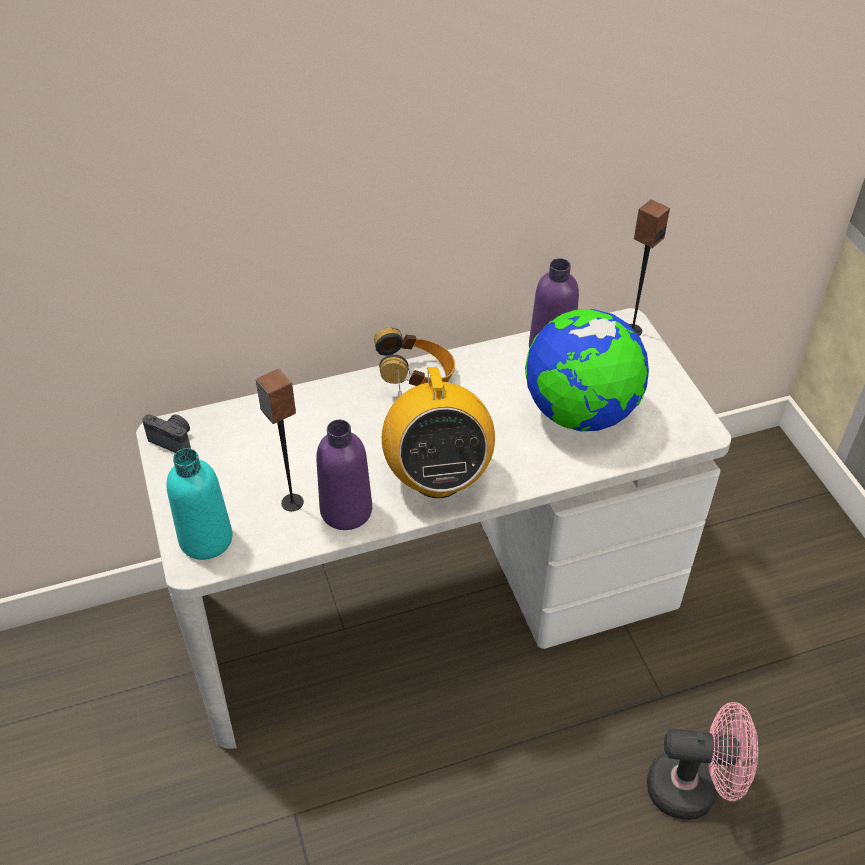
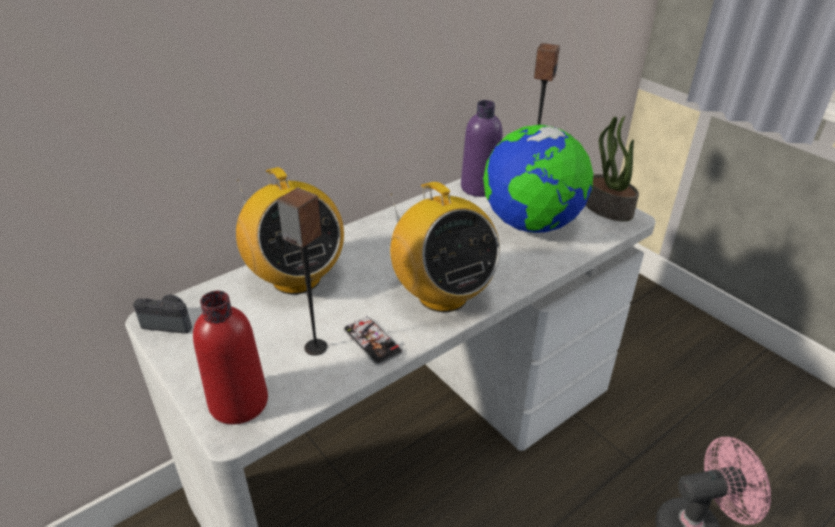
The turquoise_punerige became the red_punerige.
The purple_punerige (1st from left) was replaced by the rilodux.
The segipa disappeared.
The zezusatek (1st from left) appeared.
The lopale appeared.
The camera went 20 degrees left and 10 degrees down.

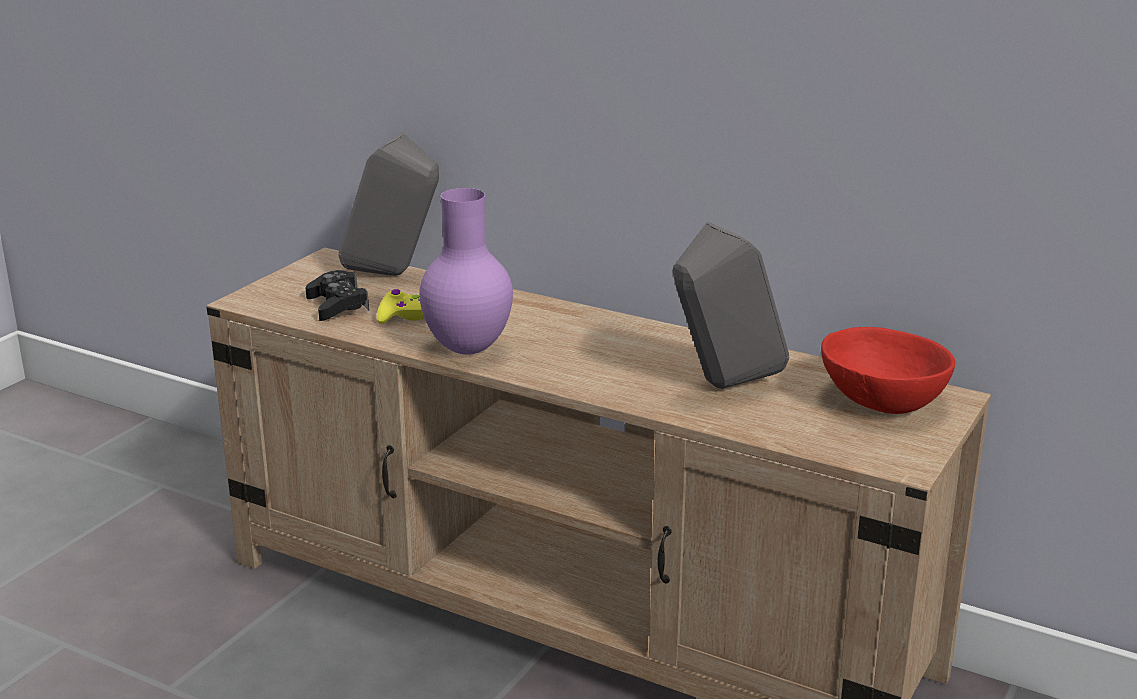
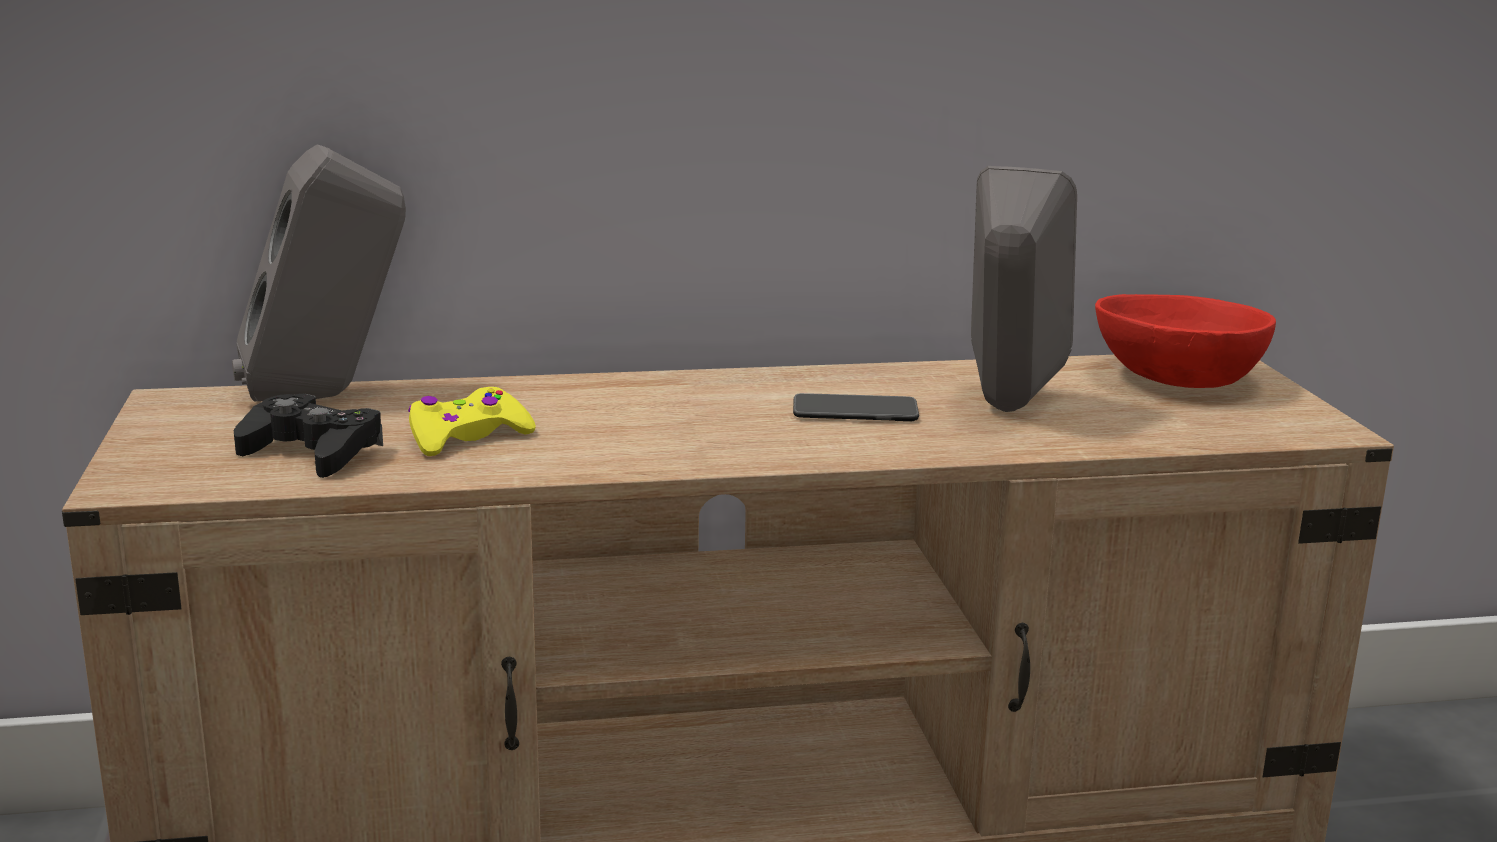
The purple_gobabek disappeared.
The rilodux appeared.
The camera went 40 degrees left and 5 degrees down.

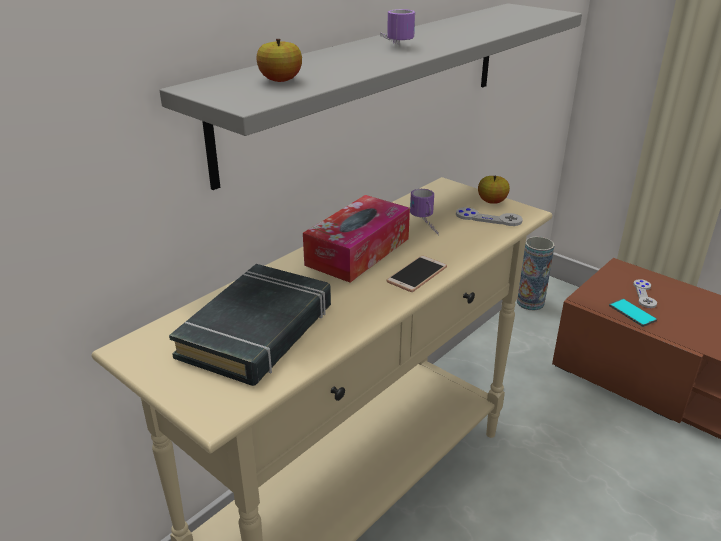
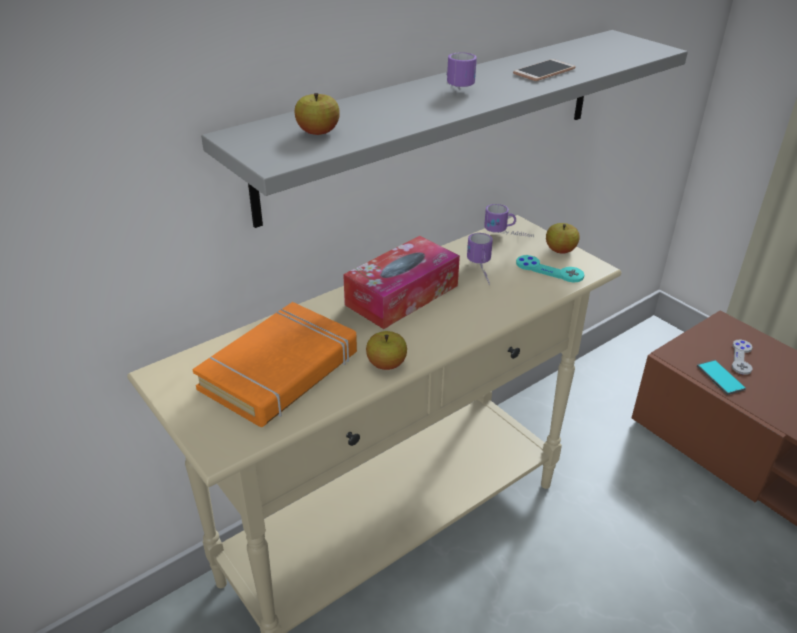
The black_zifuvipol became the orange_zifuvipol.
The rilodux (1st from left) moved.
The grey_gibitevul (1st from left) became the turquoise_gibitevul.
The gobabek disappeared.
The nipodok (2nd from left) appeared.
The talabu (3rd from left) appeared.
The camera went 10 degrees right and 5 degrees up.

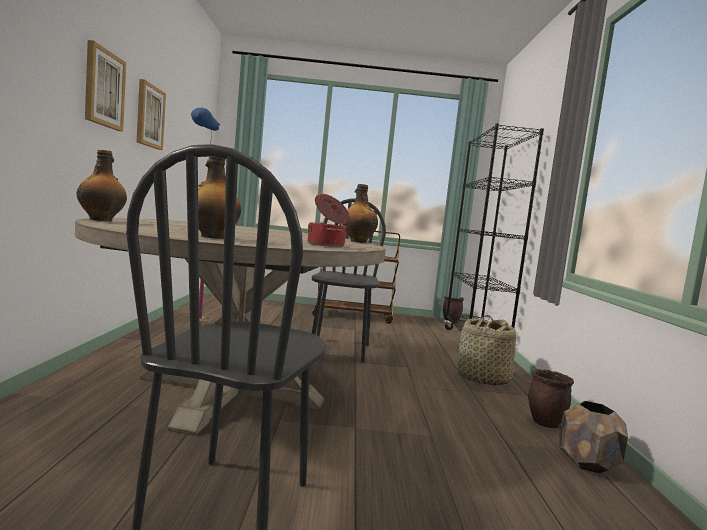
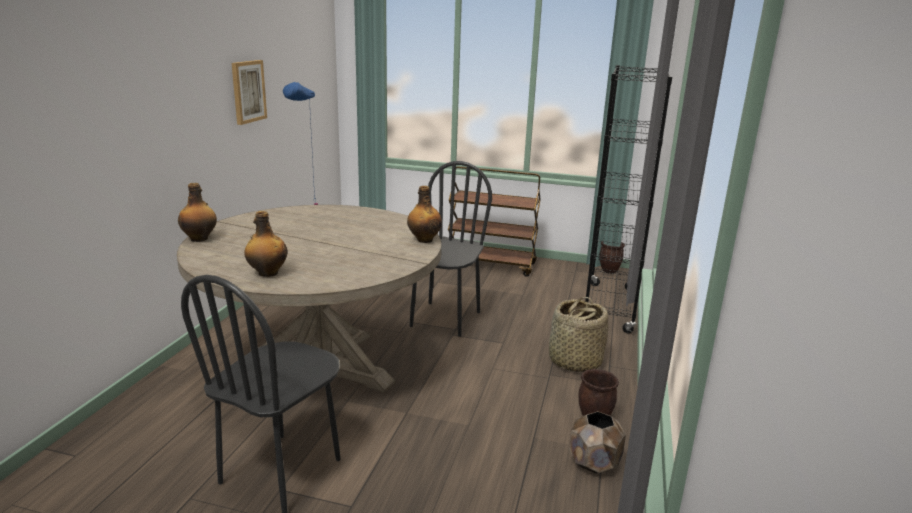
The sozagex (1st from left) disappeared.
The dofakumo disappeared.
The camera went 15 degrees right and 15 degrees up.

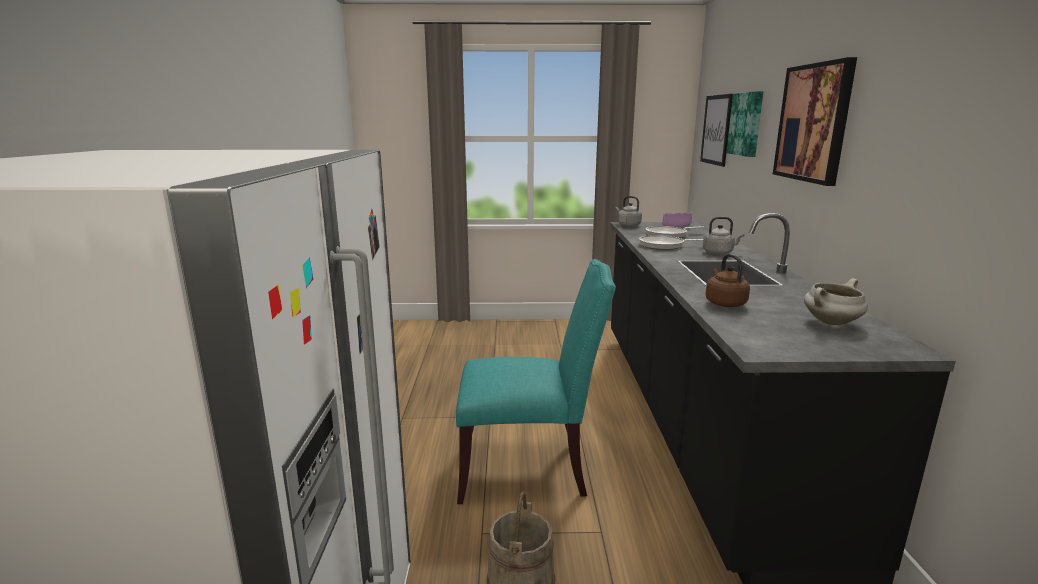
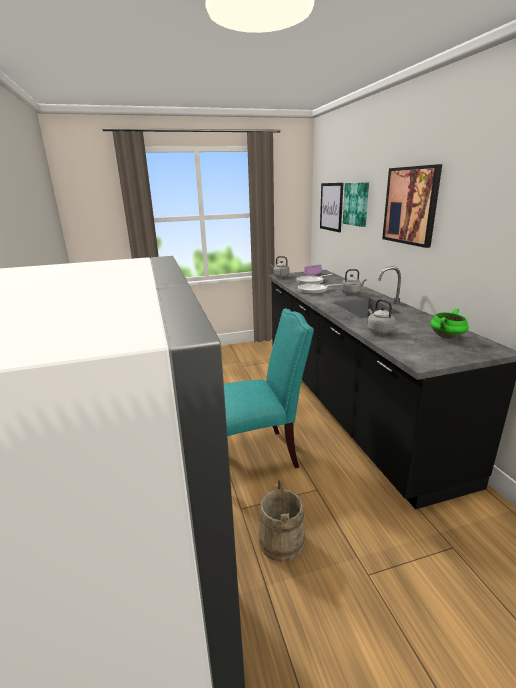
The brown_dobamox became the grey_dobamox (3rd from left).
The white_dofakumo became the green_dofakumo.
The camera went 15 degrees left and 5 degrees up.

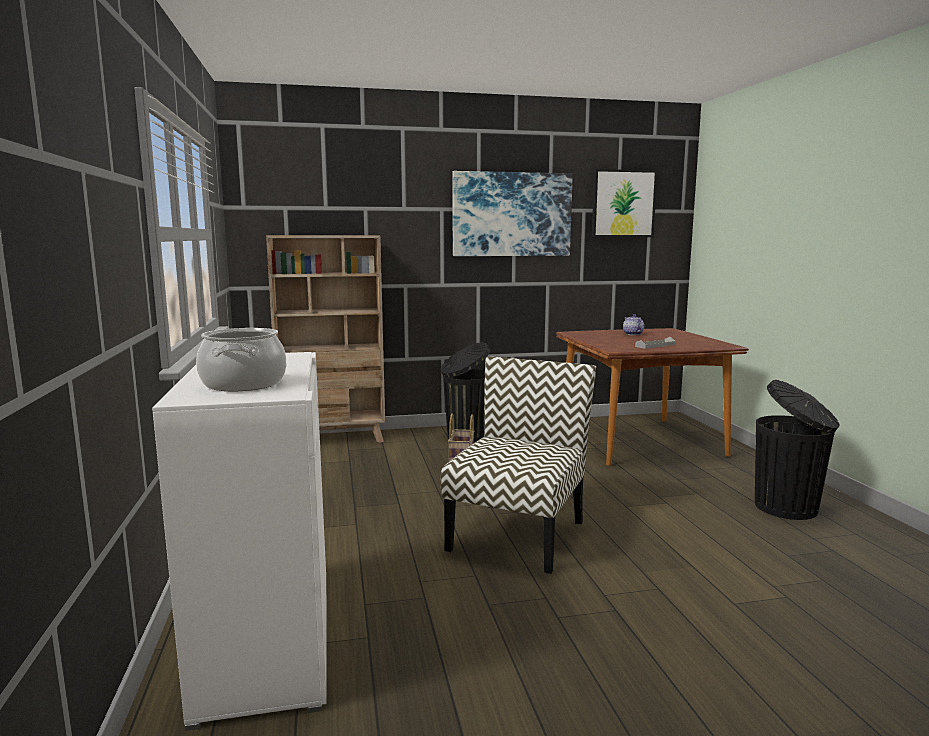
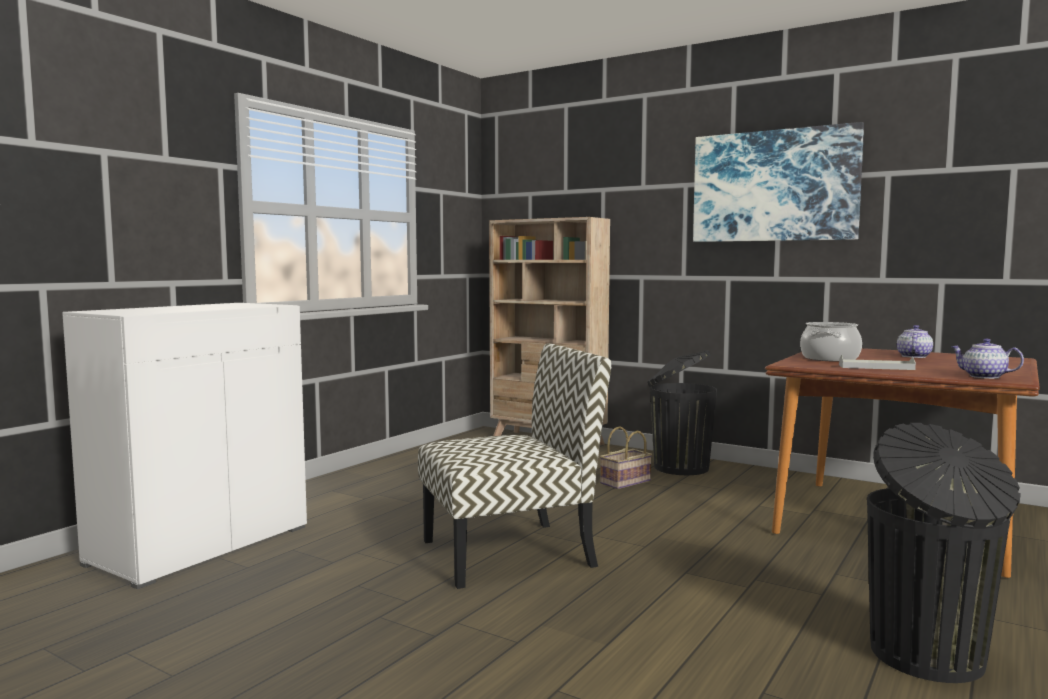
The dofakumo moved.
The sozagex (2nd from left) disappeared.
The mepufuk (2nd from left) appeared.
The camera went 45 degrees right and 5 degrees down.

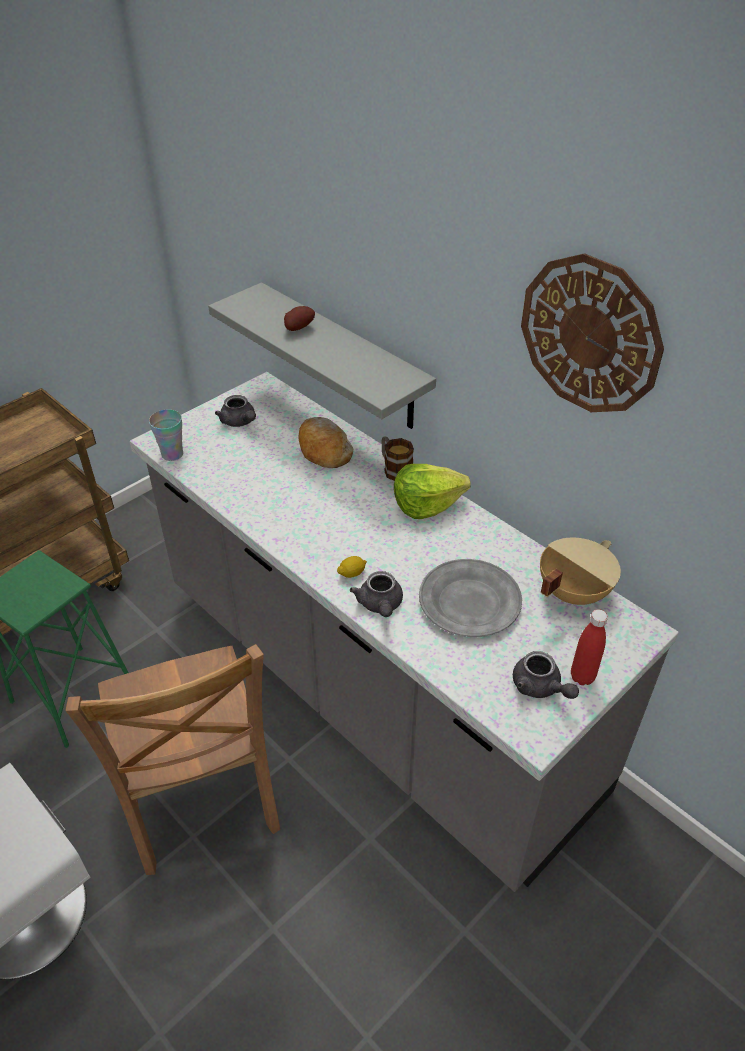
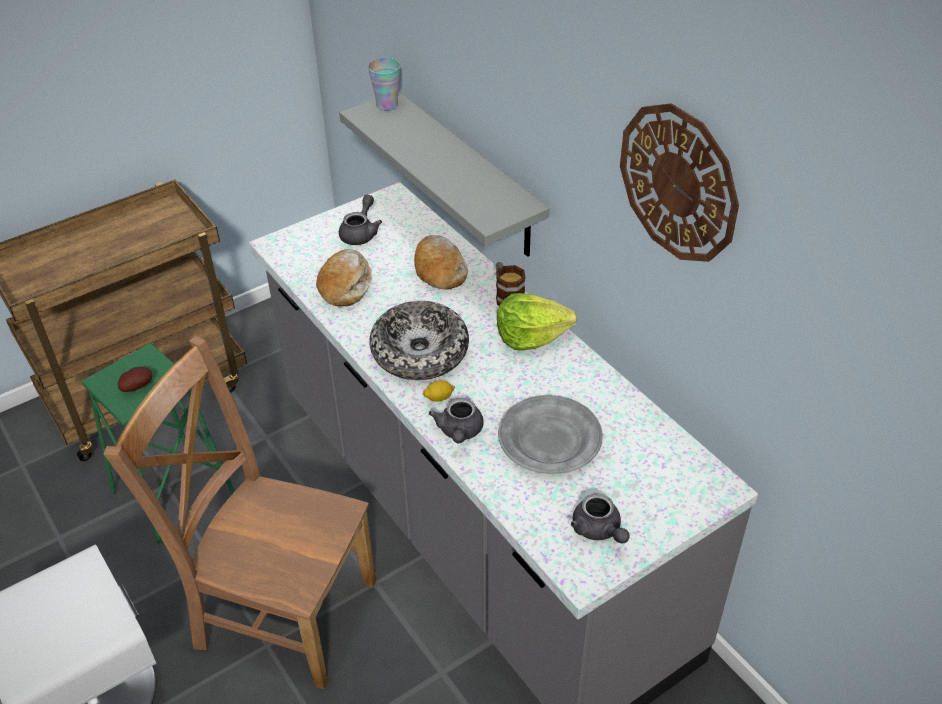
The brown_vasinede turned 120 degrees clockwise.
The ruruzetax moved.
The grey_mepufuk (1st from left) turned 135 degrees counterclockwise.
The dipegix moved.
The beige_dofakumo disappeared.
The red_punerige disappeared.
The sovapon (1st from left) appeared.
The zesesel appeared.
The camera went 10 degrees right and 0 degrees up.

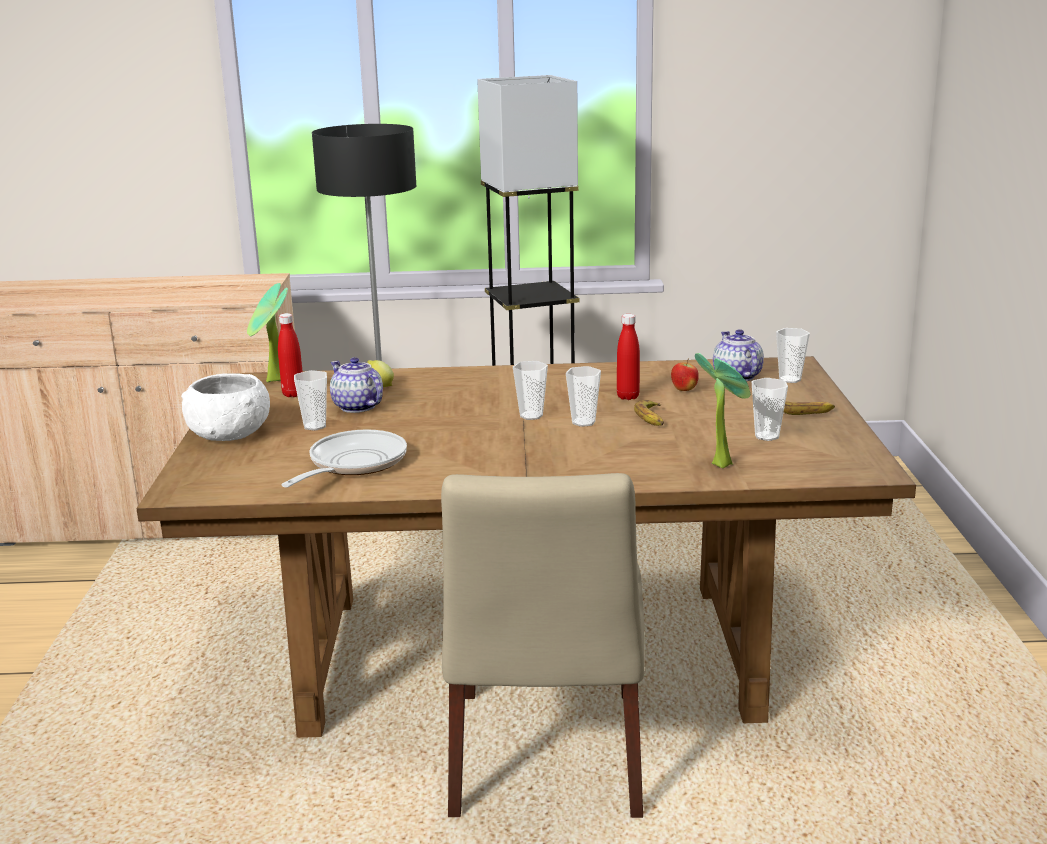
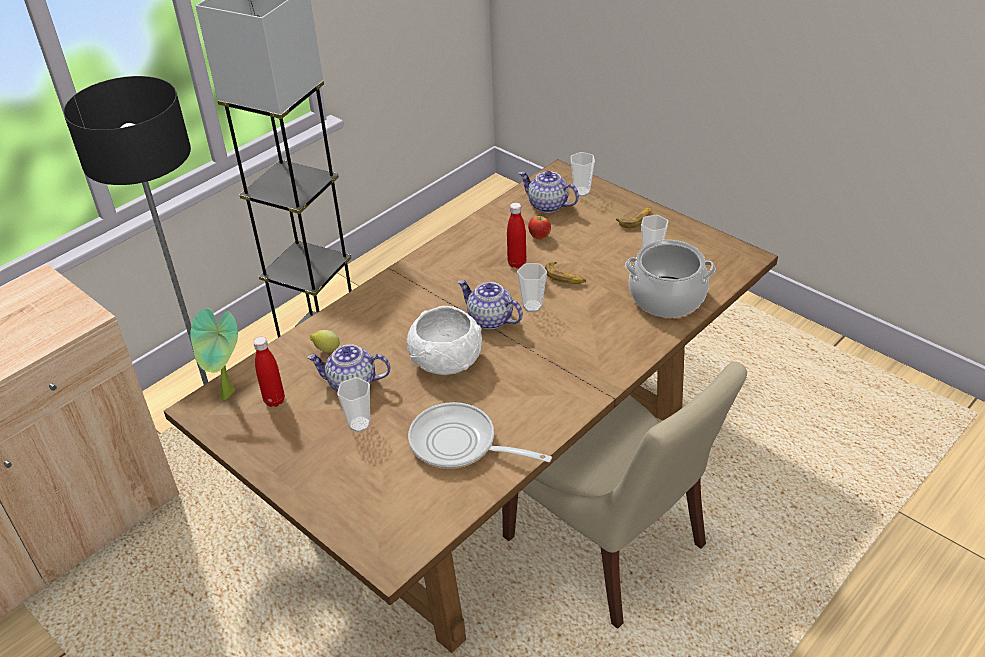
The white_zesesel moved.
The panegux turned 45 degrees counterclockwise.
The ruruzetax (2nd from left) was replaced by the mepufuk (2nd from left).
The lopale (2nd from left) was replaced by the dofakumo.
The camera went 45 degrees left and 20 degrees up.

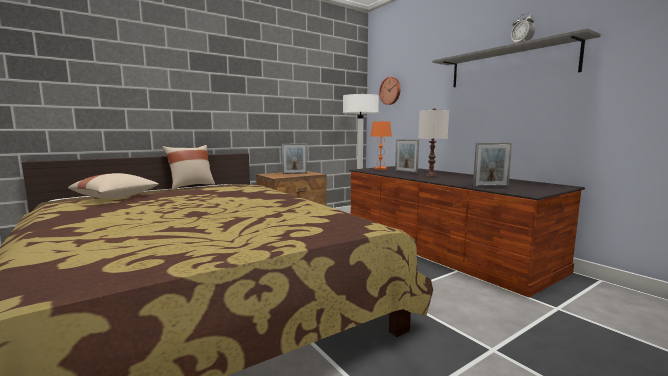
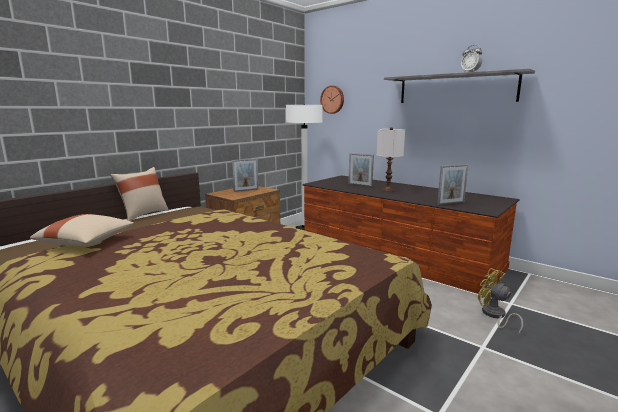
The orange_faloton disappeared.
The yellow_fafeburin appeared.
The camera went 15 degrees left and 5 degrees up.

